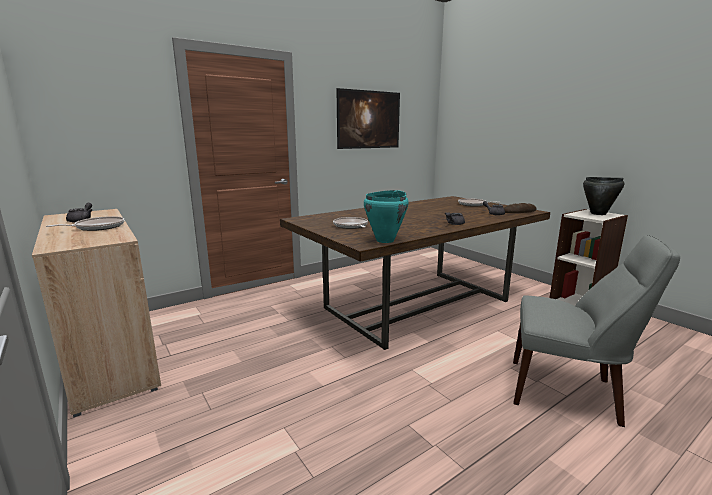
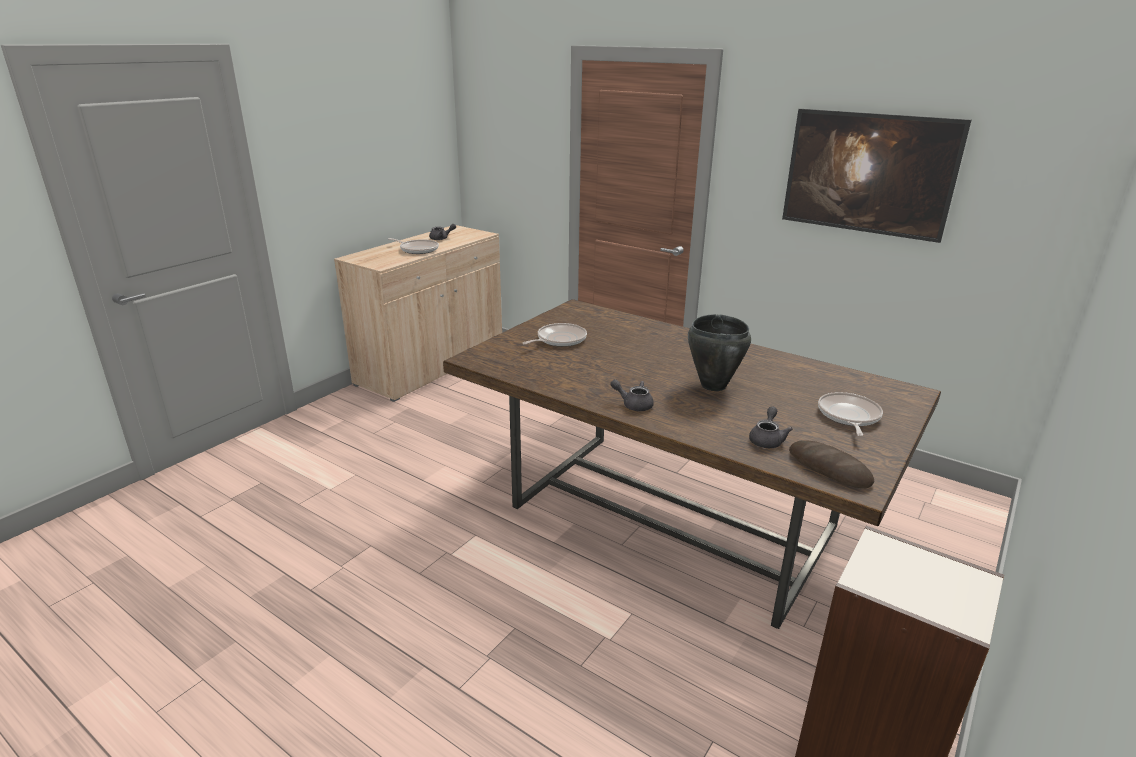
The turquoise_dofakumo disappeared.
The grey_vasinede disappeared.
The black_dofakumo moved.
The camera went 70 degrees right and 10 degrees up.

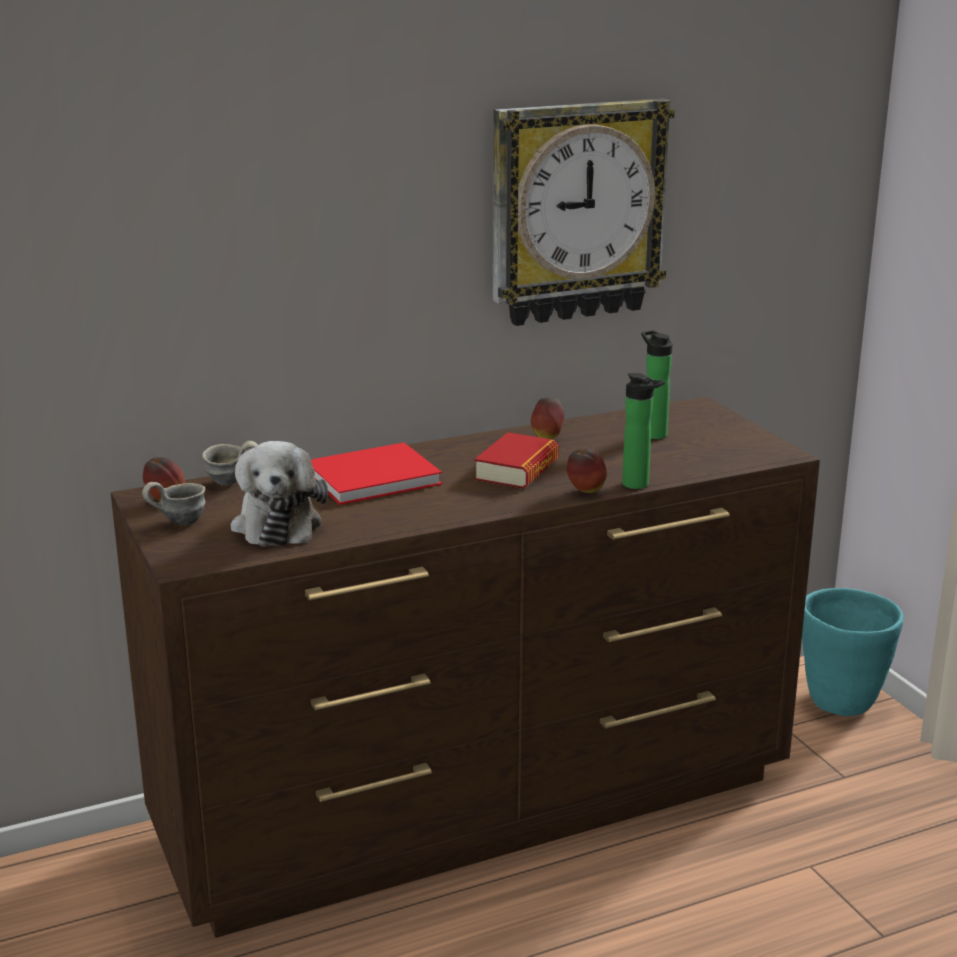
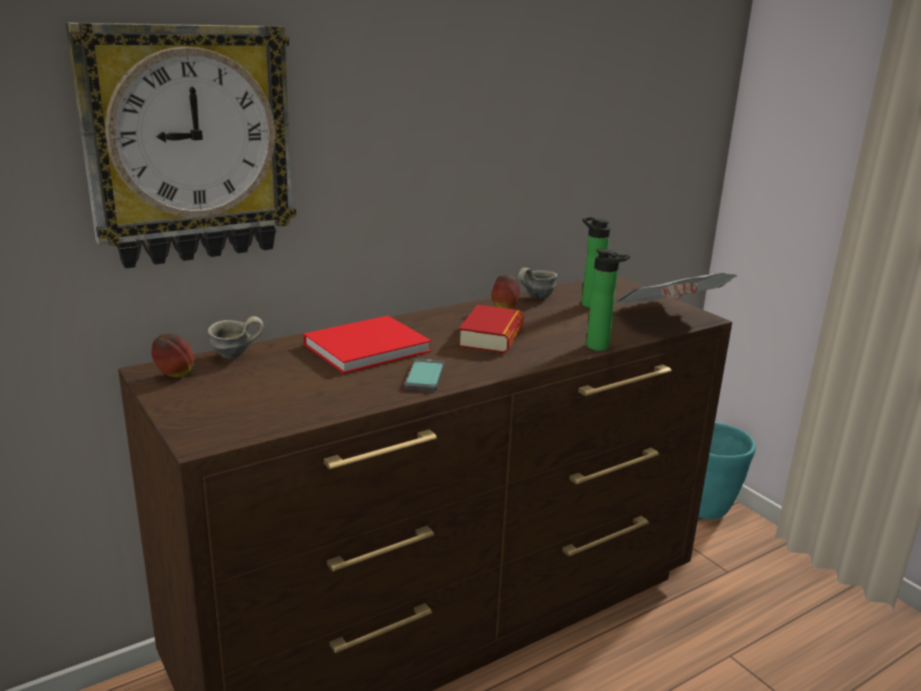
The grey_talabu (1st from left in the first image) moved.
The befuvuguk disappeared.
The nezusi moved.
The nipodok (3rd from left) disappeared.
The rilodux appeared.
The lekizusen appeared.
The camera went 10 degrees left and 0 degrees up.

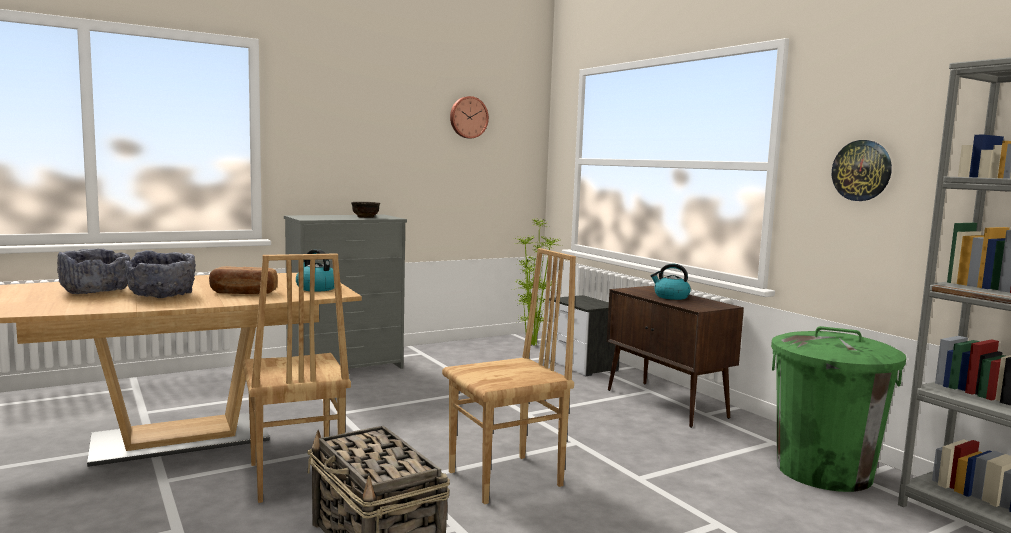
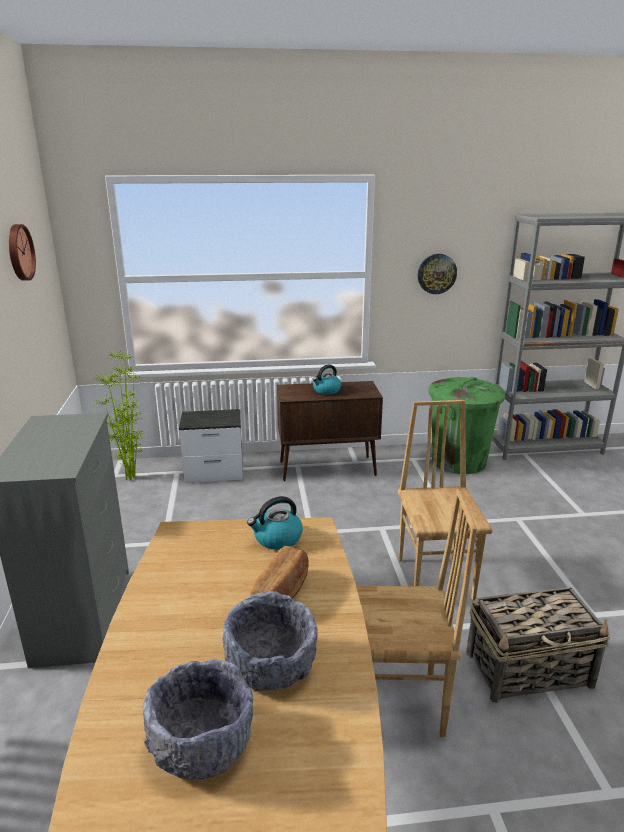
The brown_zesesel disappeared.
The camera went 65 degrees left and 15 degrees up.

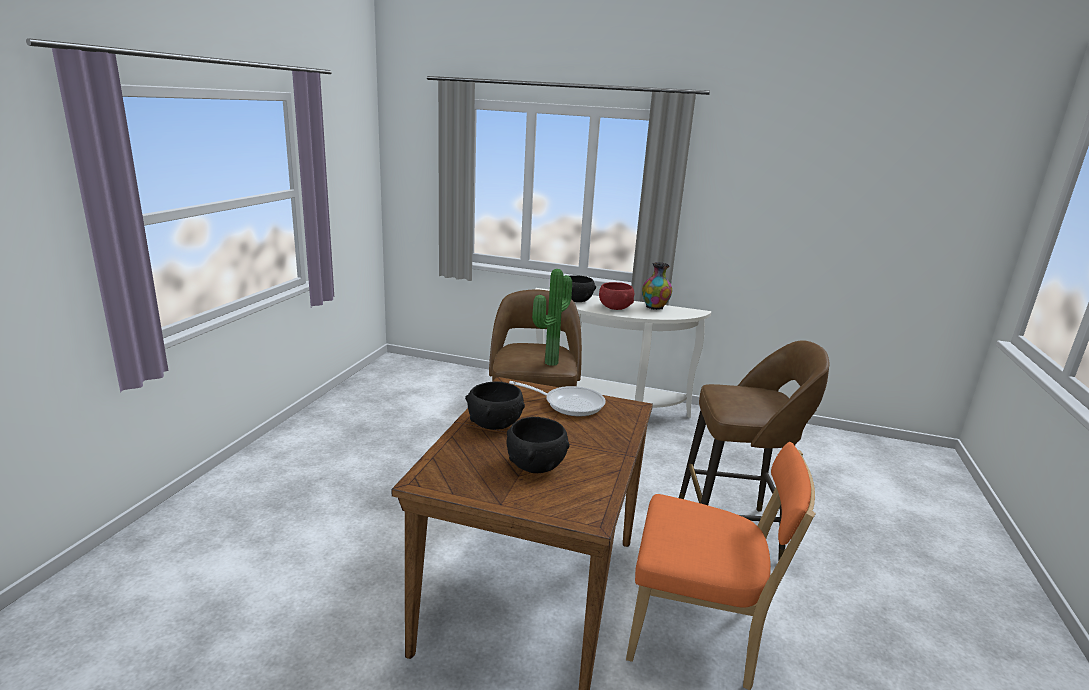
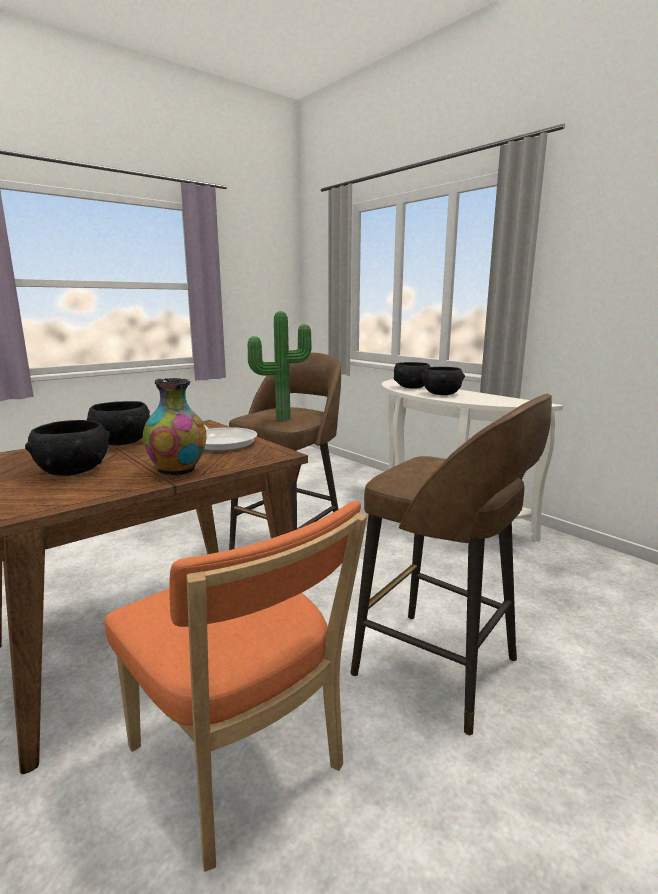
The red_zesesel became the black_zesesel (4th from left).
The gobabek moved.
The camera went 35 degrees right and 5 degrees down.

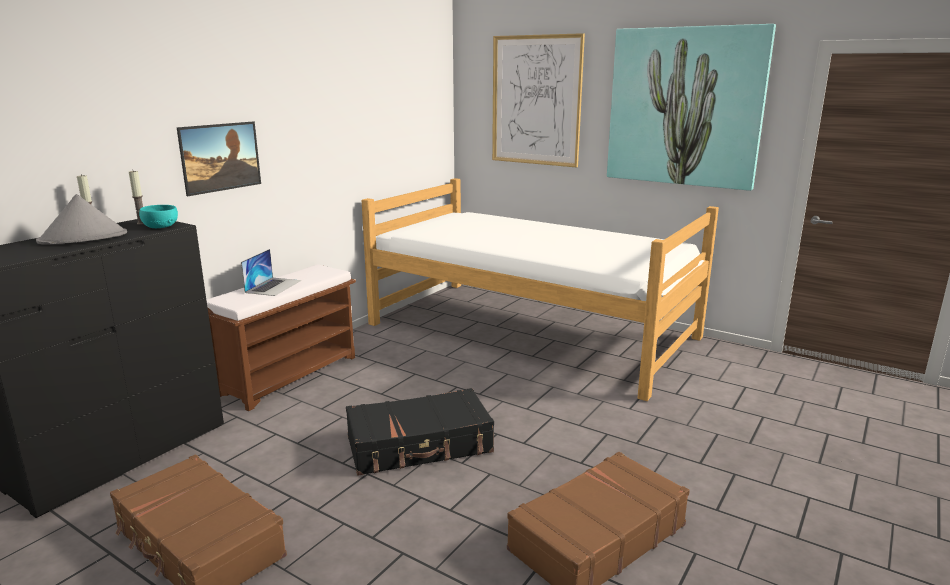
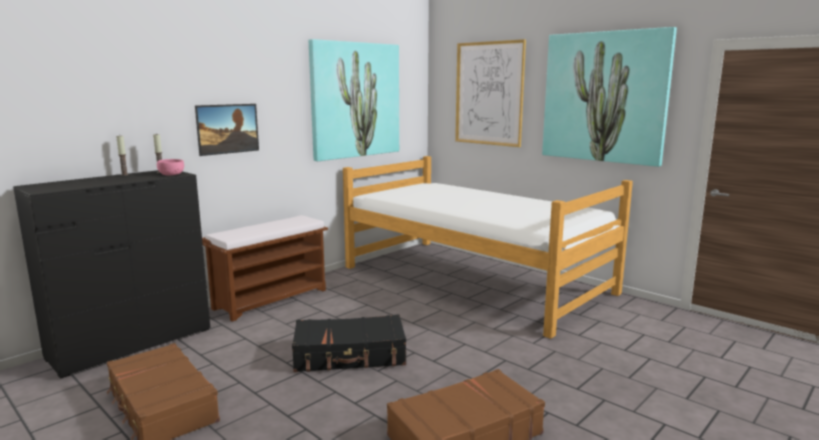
The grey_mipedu disappeared.
The turquoise_zesesel became the pink_zesesel.
The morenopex disappeared.
The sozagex (2nd from left) appeared.
The camera went 10 degrees right and 5 degrees down.

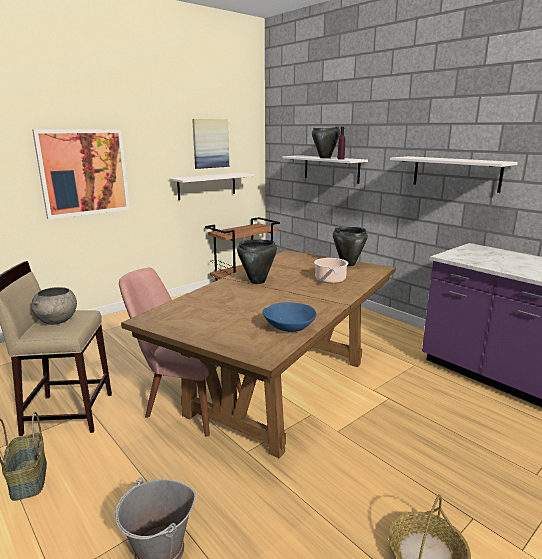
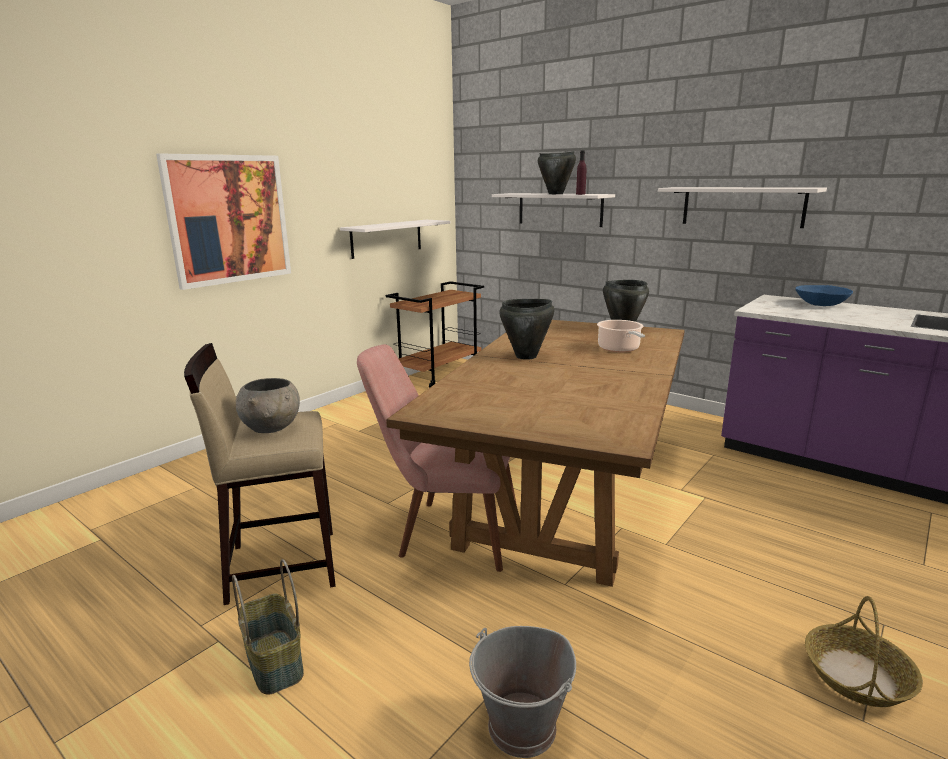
The sozagex (2nd from left) disappeared.
The blue_zesesel moved.
The camera went 10 degrees left and 0 degrees up.

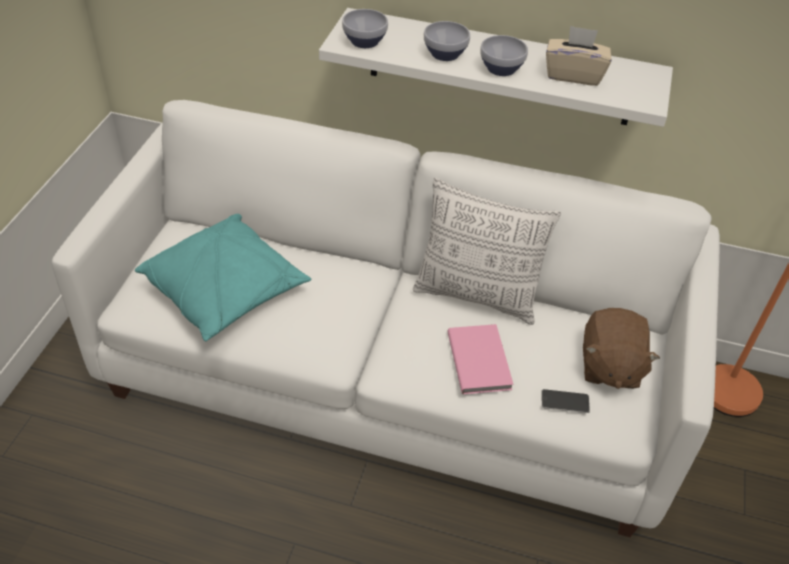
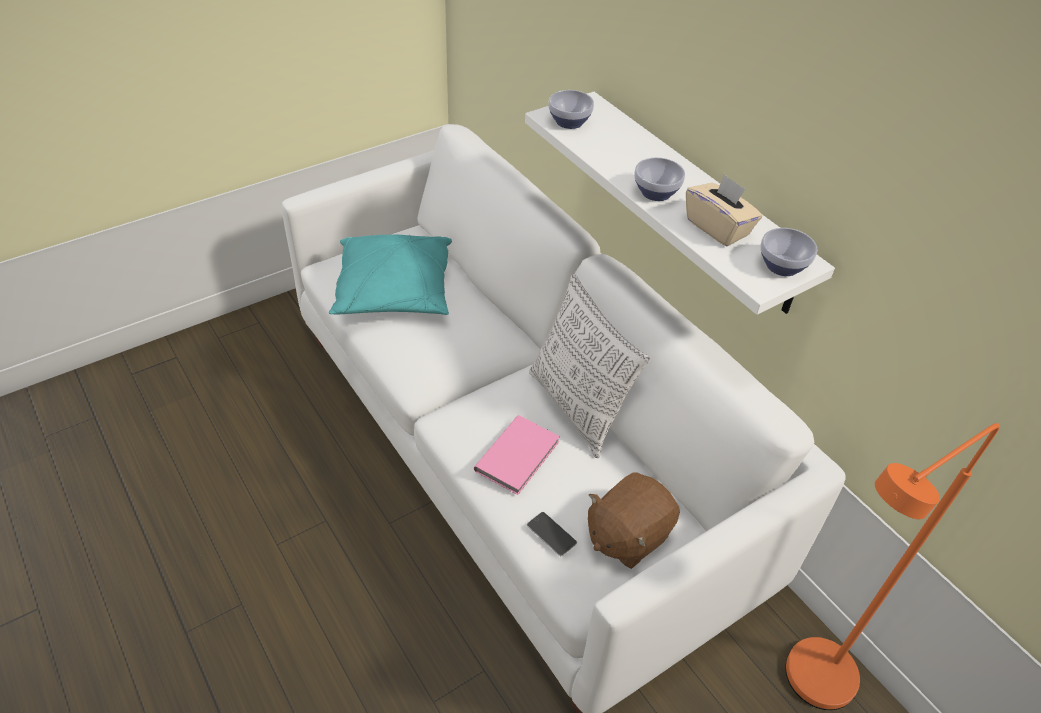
The zesesel (2nd from left in the first image) moved.
The camera went 40 degrees right and 0 degrees up.

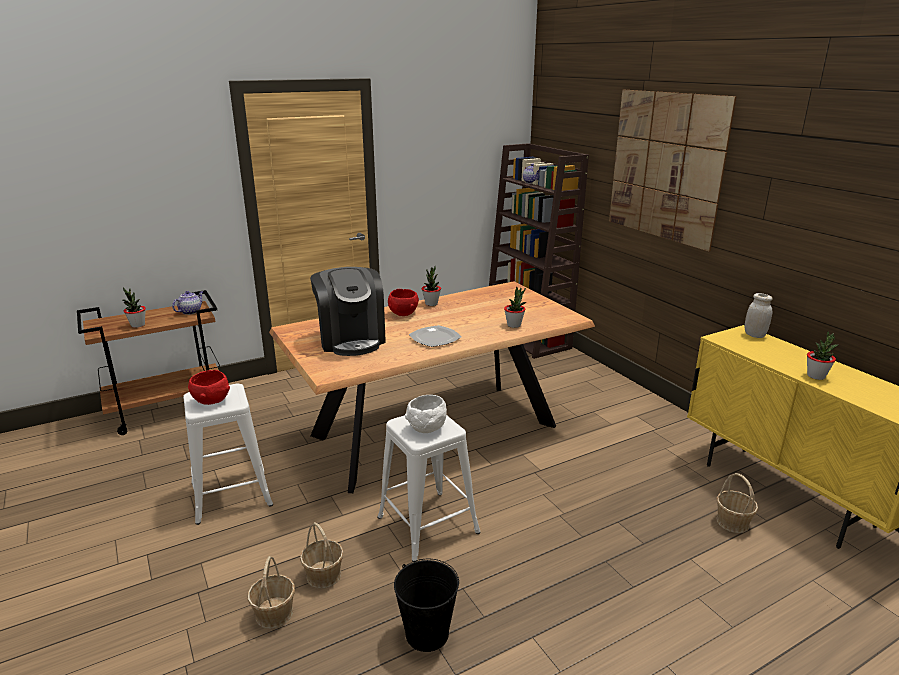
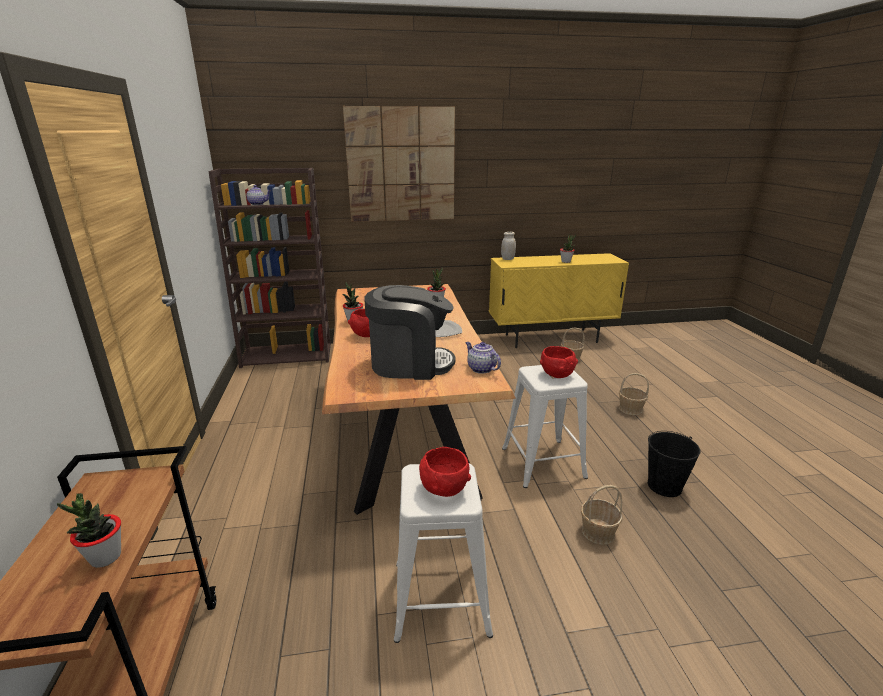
The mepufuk (1st from left in the first image) moved.
The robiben (1st from left in the first image) moved.
The white_zesesel became the red_zesesel (3rd from left).
The camera went 70 degrees left and 0 degrees up.

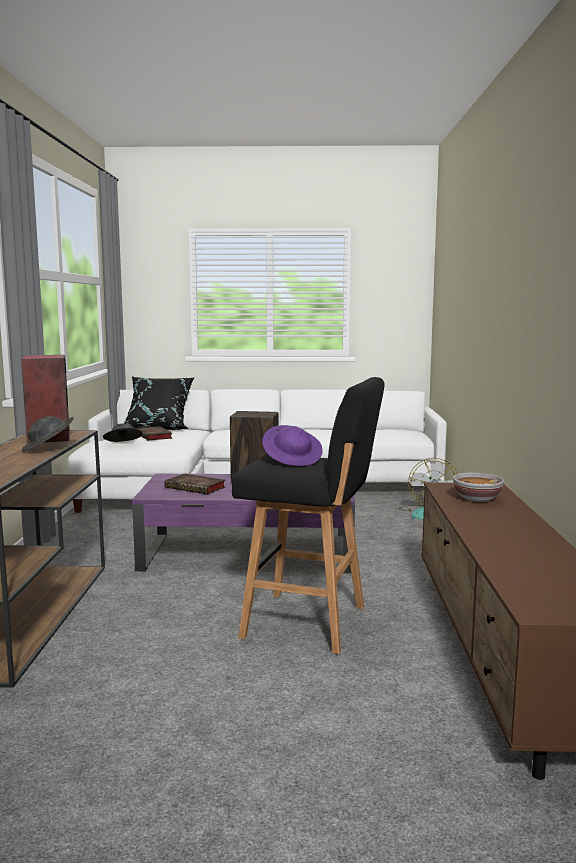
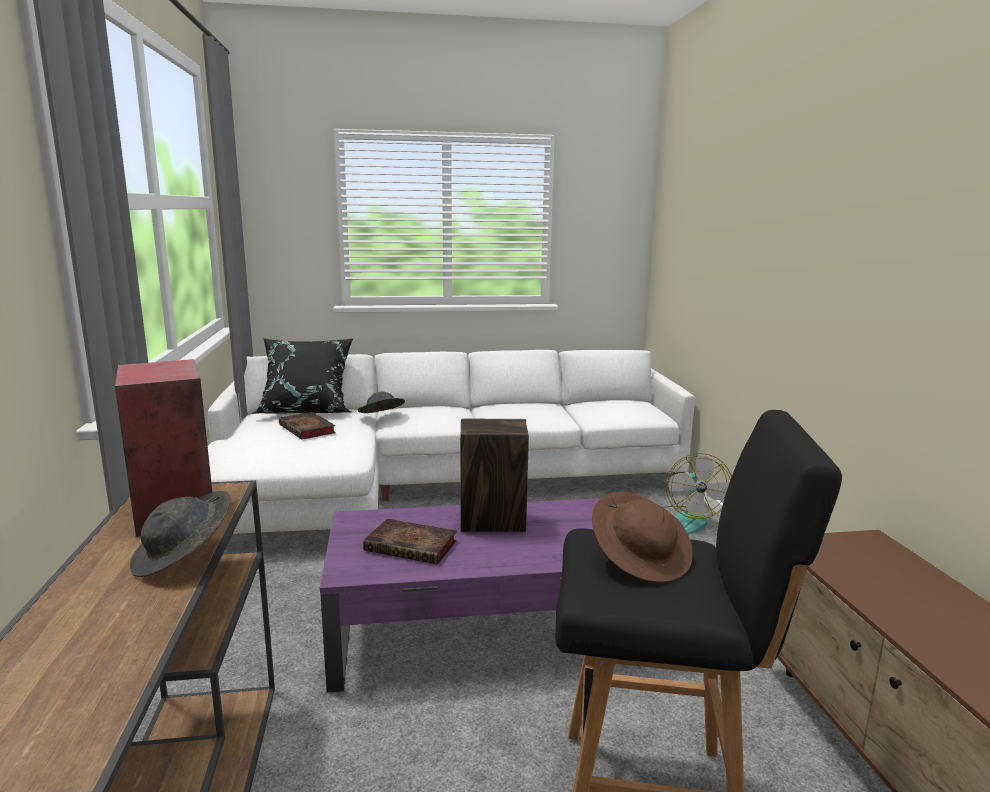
The grey_mipedu (2nd from left) moved.
The purple_mipedu became the brown_mipedu.
The zesesel disappeared.
The camera went 10 degrees left and 5 degrees up.

